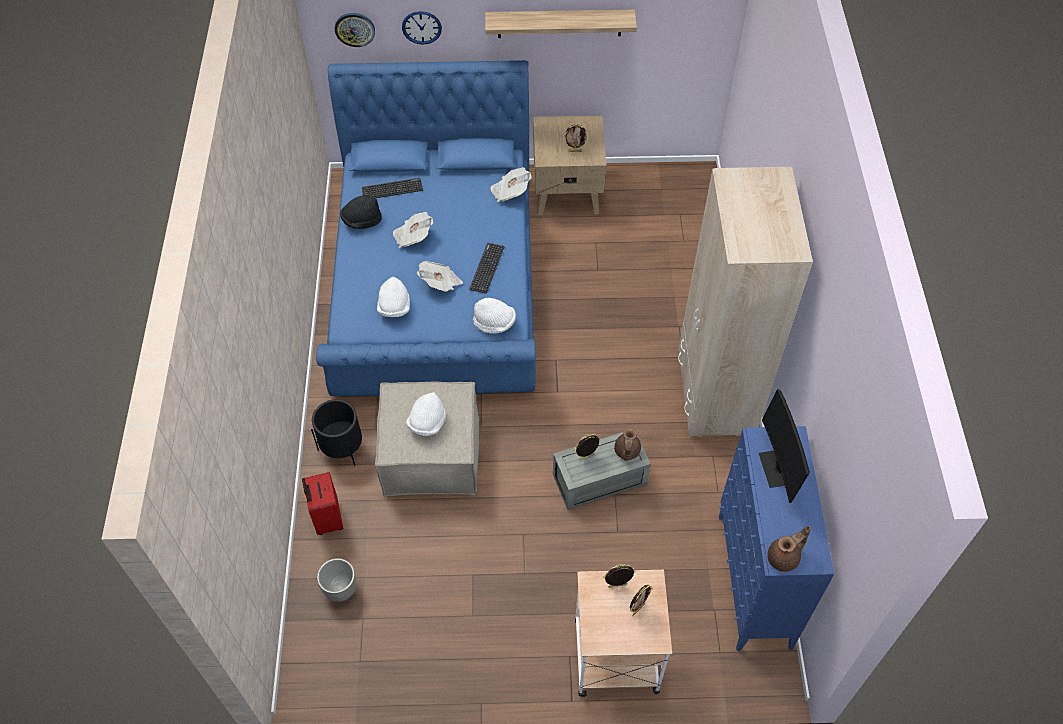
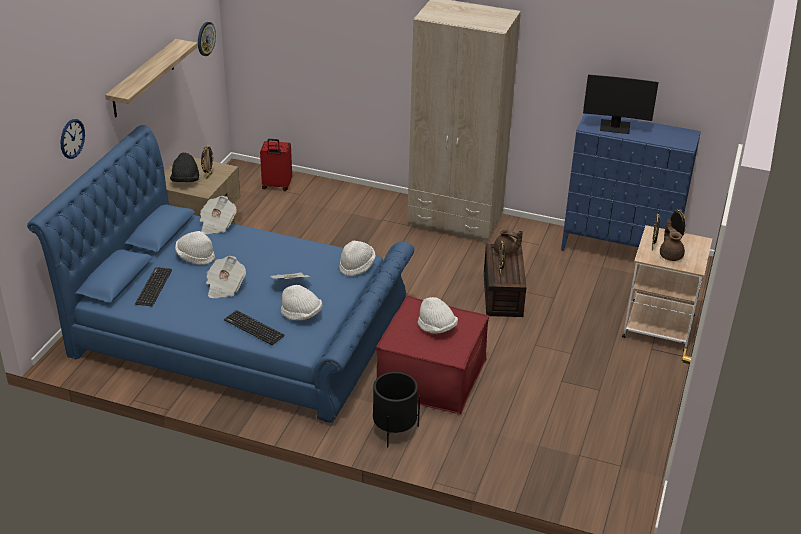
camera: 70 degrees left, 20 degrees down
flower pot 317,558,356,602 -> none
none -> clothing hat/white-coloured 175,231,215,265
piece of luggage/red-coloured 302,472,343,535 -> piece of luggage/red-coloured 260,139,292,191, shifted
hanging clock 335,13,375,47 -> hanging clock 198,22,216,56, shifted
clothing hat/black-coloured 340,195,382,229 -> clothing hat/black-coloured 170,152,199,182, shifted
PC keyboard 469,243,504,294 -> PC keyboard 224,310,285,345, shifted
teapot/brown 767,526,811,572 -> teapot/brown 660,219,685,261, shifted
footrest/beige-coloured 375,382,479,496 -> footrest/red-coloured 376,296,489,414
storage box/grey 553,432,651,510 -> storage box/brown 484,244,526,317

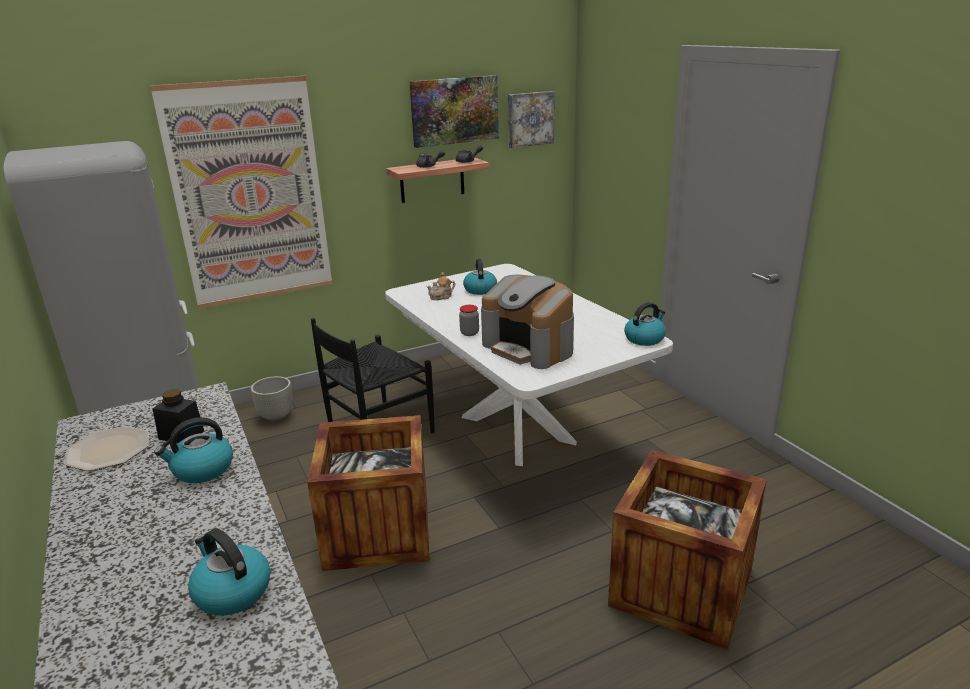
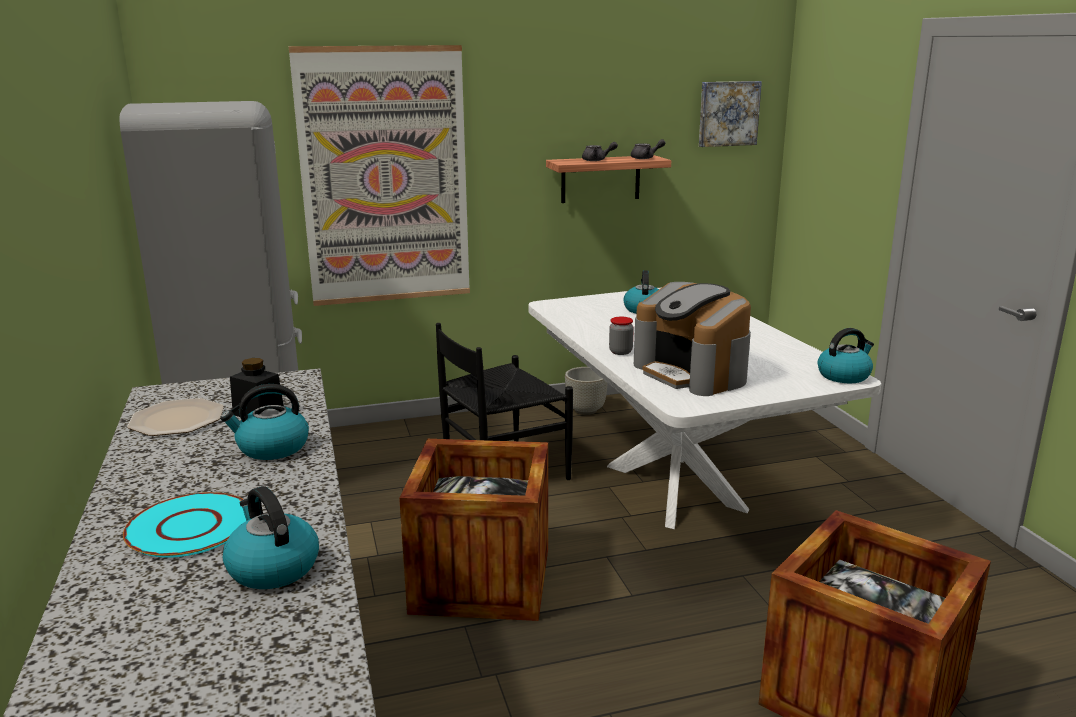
camera: 10 degrees right, 5 degrees down
picture 409,75,499,148 -> none
teapot 427,272,455,300 -> none
none -> plate/turquoise-coloured 123,492,246,558
flower pot/grey 251,376,292,421 -> flower pot/grey 565,367,608,415, shifted

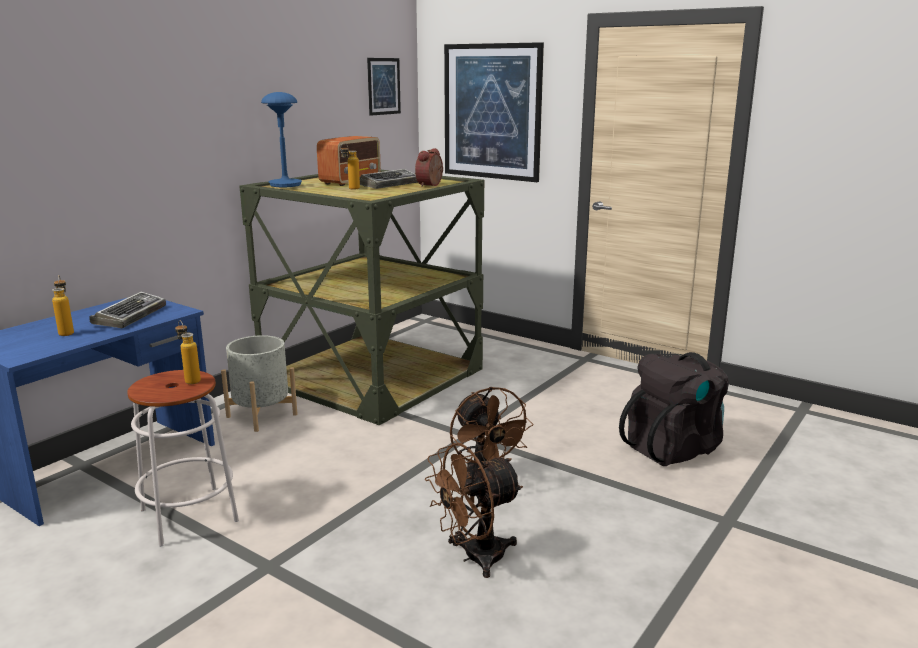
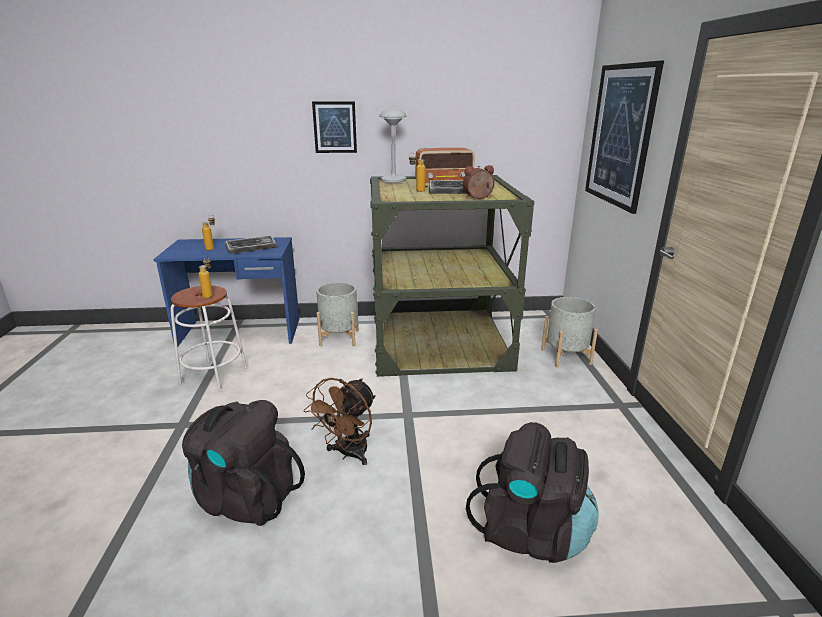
camera: 50 degrees right, 5 degrees up
none -> flower pot/grey 541,297,598,368
picture 367,58,401,116 -> picture 312,101,357,153, shifted
cooling fan/brown 425,443,523,578 -> rucksack/black-coloured 182,400,305,526
lamp for a table/blue-coloured 261,92,302,187 -> lamp for a table/grey 379,108,407,183

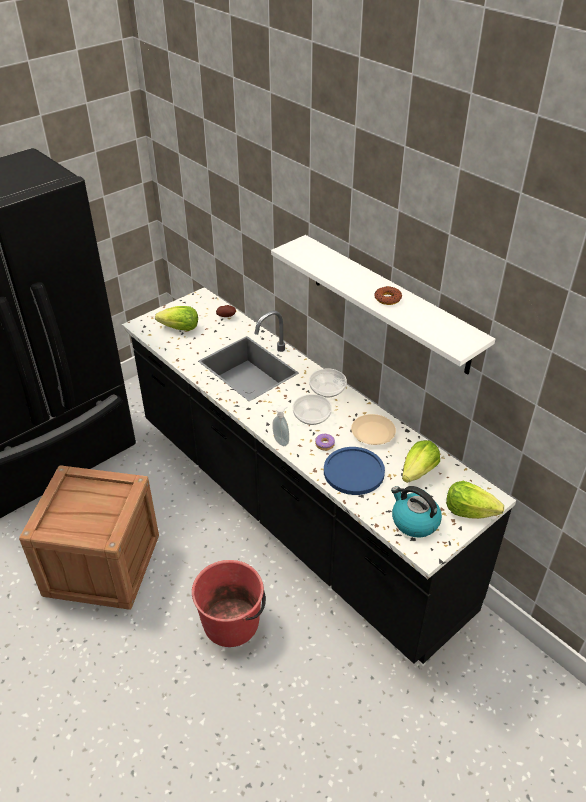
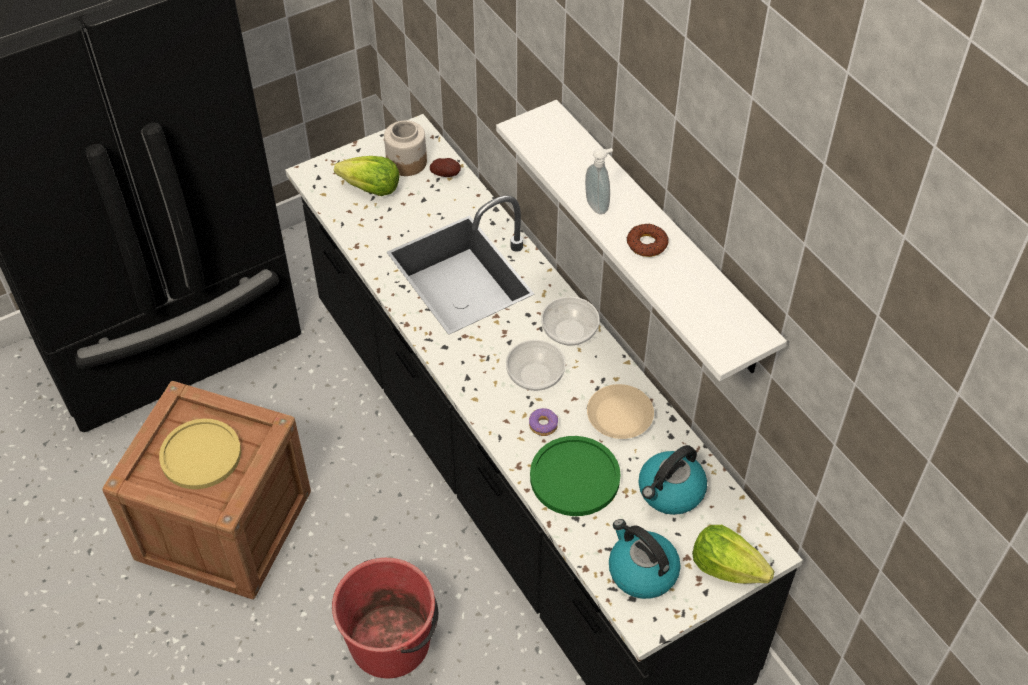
camera: 10 degrees right, 10 degrees up
none -> plate/yellow-coloured 159,419,241,489
none -> storage jar 384,120,427,176
liquid soap bottle 272,406,289,446 -> liquid soap bottle 585,148,613,214, shifted
lettuce 402,440,440,483 -> tea kettle 638,445,707,515
plate/blue-coloured 324,447,385,495 -> plate/greenish 530,436,621,516

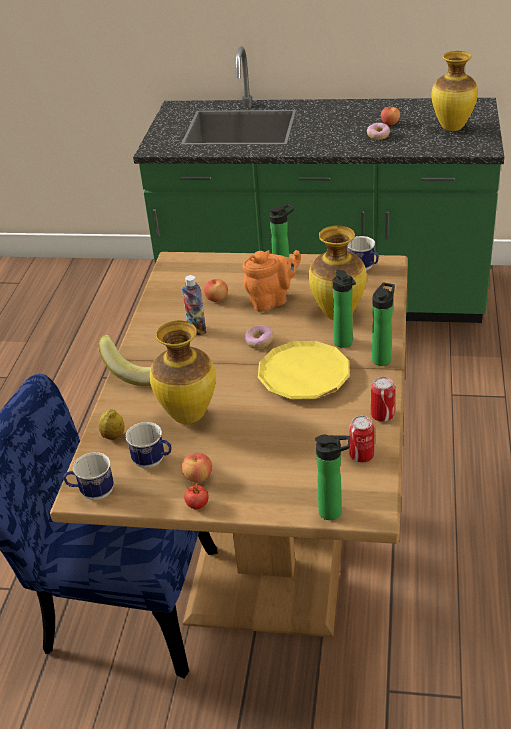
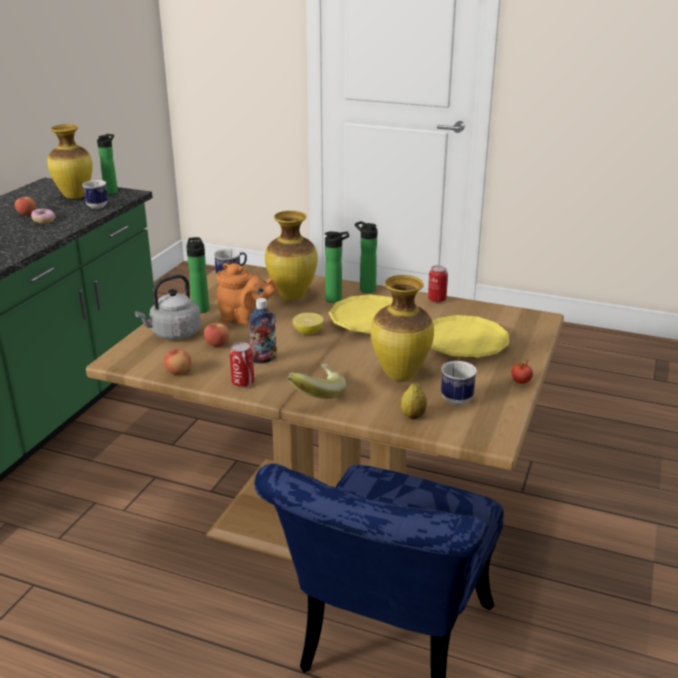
camera: 80 degrees left, 10 degrees down
none -> tea kettle/grey 135,274,201,340
none -> plate/yellow-coloured 431,315,509,358
tea mug 63,452,114,500 -> tea mug 82,180,108,209, shifted
apple 181,453,212,482 -> apple 164,349,191,375, shifted
drink bottle 315,435,350,520 -> drink bottle 97,134,118,195, shifted
metal can 349,416,374,462 -> metal can 230,342,254,387, shifted
ring doughnut 244,325,274,349 -> whole lemon 293,313,323,335
teapot/orange-coloured 242,250,301,312 -> teapot/orange-coloured 216,263,278,325, 120 degrees clockwise

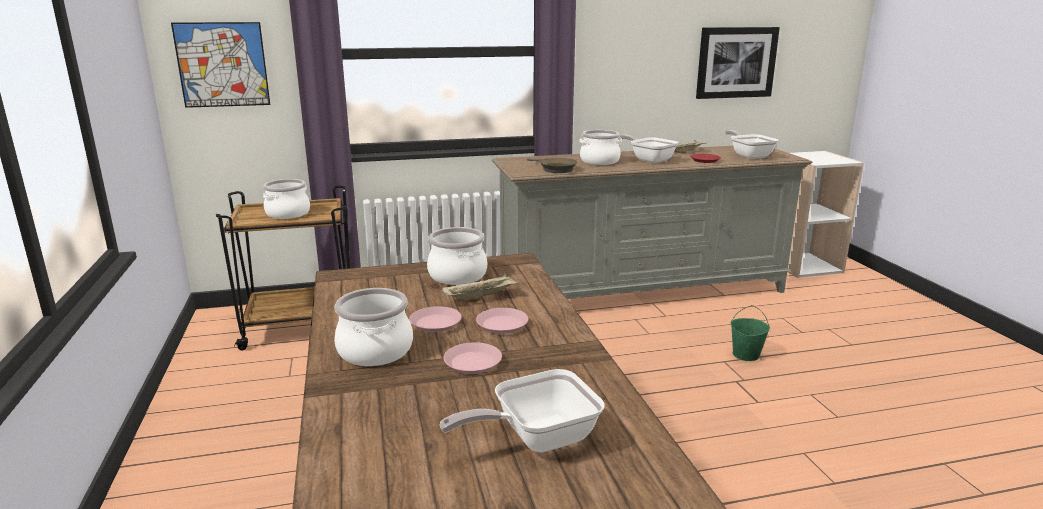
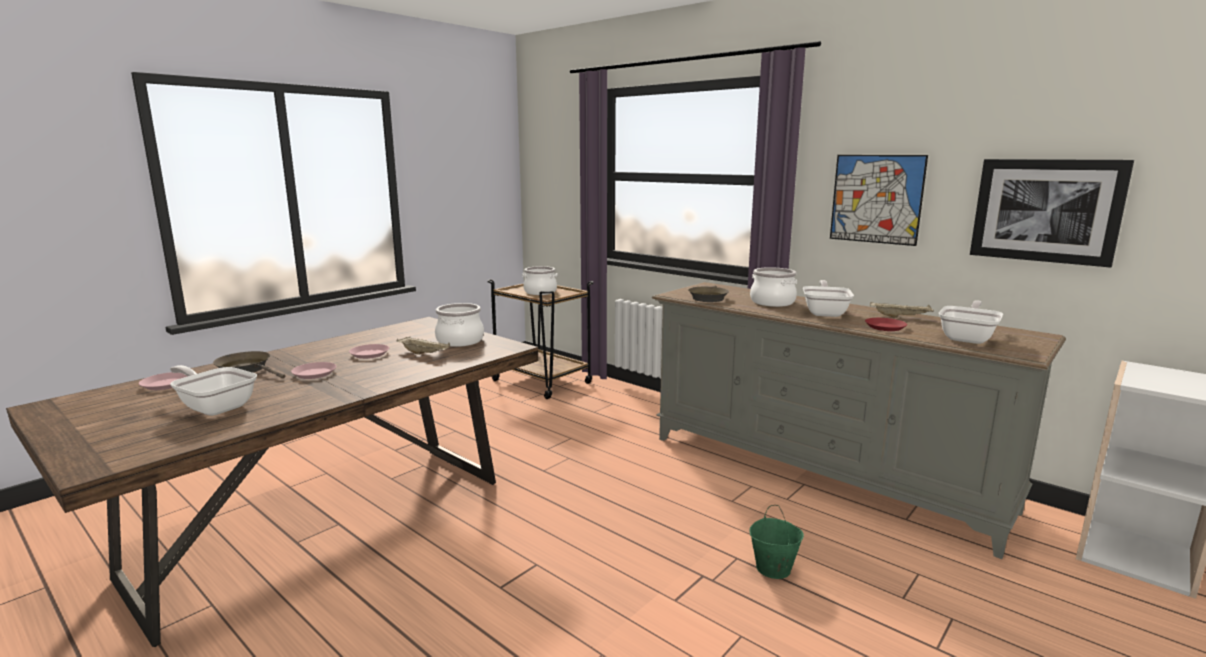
camera: 55 degrees right, 5 degrees down
stockpot 334,288,413,366 -> none
none -> skillet/brown 213,351,285,378
picture 171,22,270,108 -> picture 830,155,928,246, shifted
plate/pink 476,308,528,334 -> plate/pink 139,372,188,390, shifted

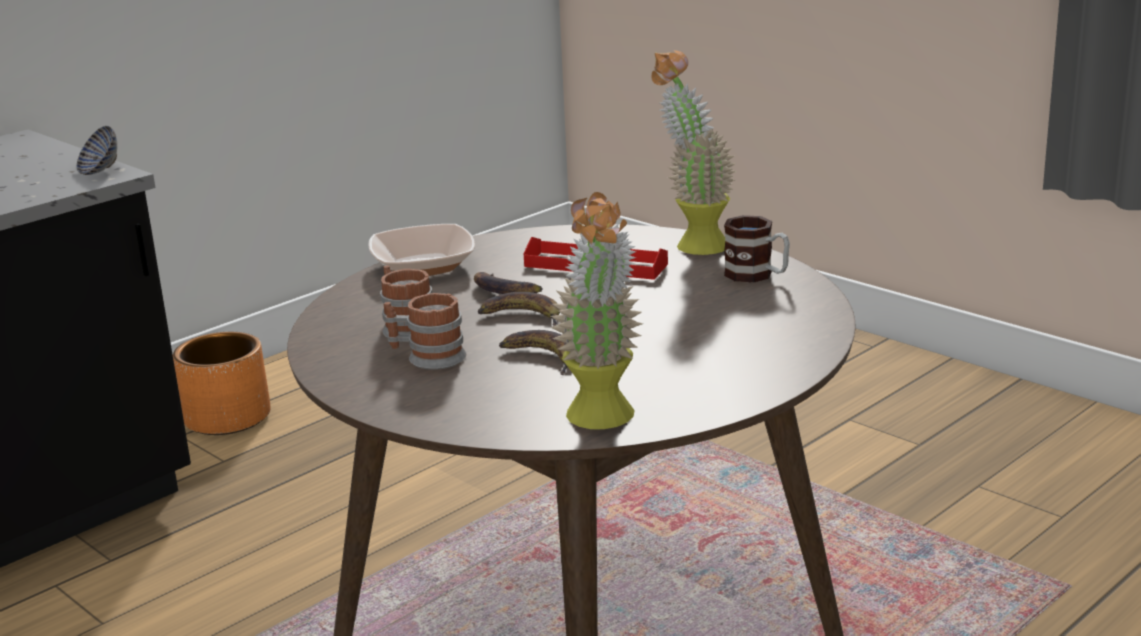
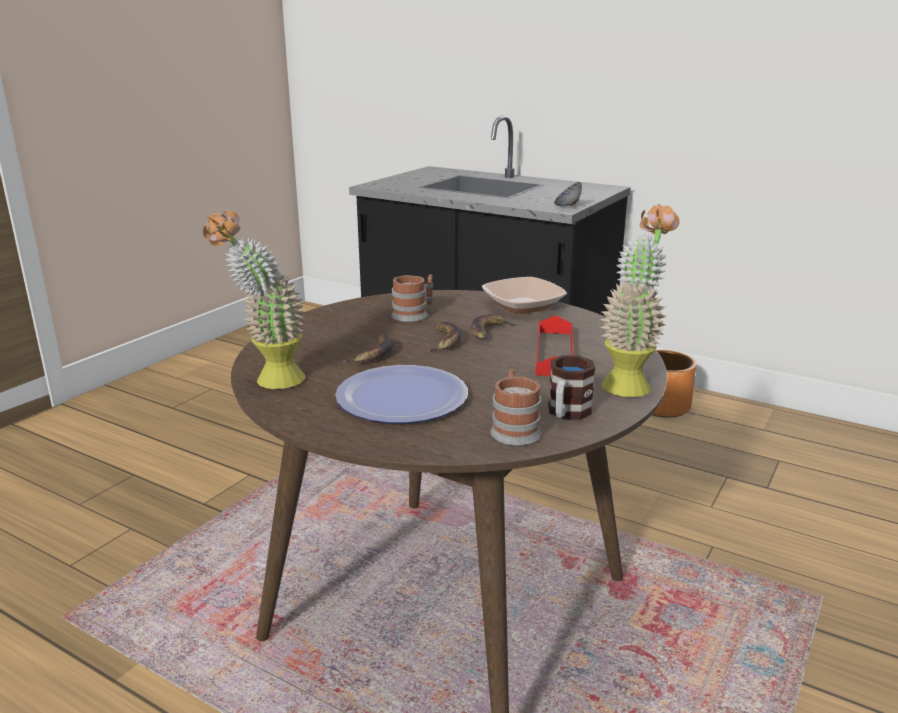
camera: 75 degrees right, 0 degrees up
none -> plate 335,365,468,423
tea mug 384,293,466,370 -> tea mug 490,369,541,446, shifted

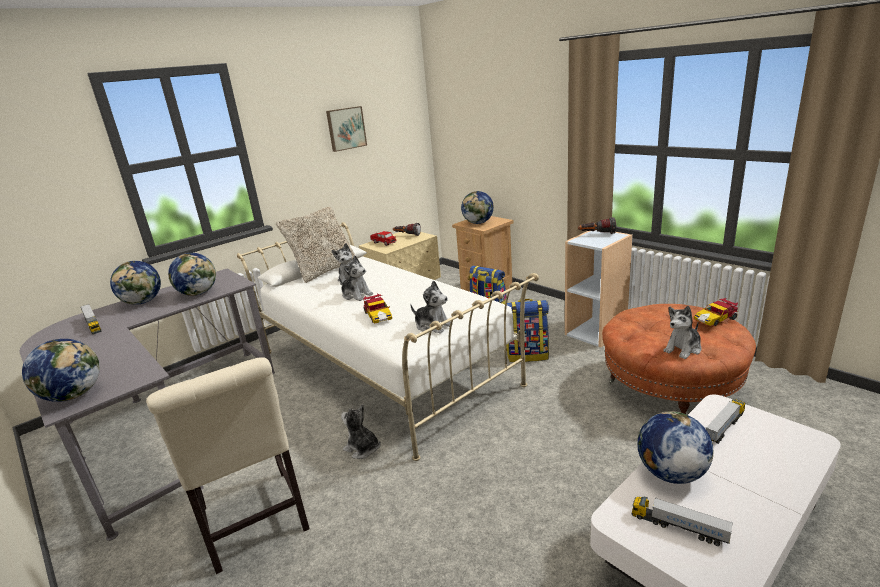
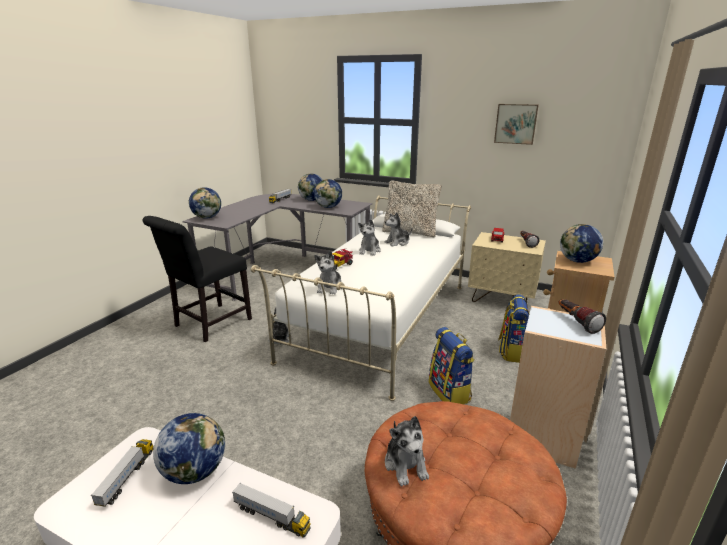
camera: 65 degrees right, 0 degrees up
model car 694,298,738,326 -> none
plain chair/beige-coloured 146,357,310,574 -> plain chair/black-coloured 143,216,252,342
cuddly toy 664,306,702,359 -> cuddly toy 385,416,429,486, 135 degrees counterclockwise

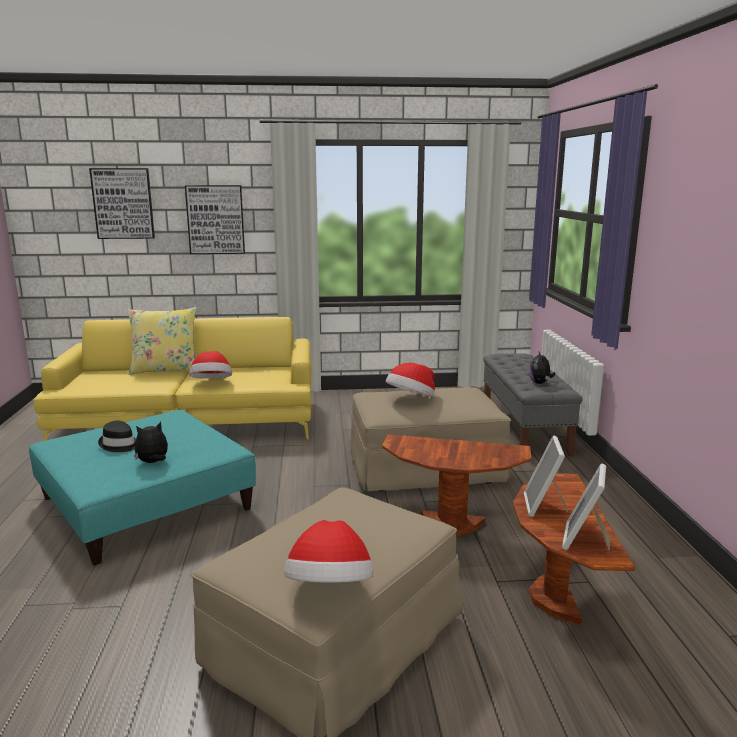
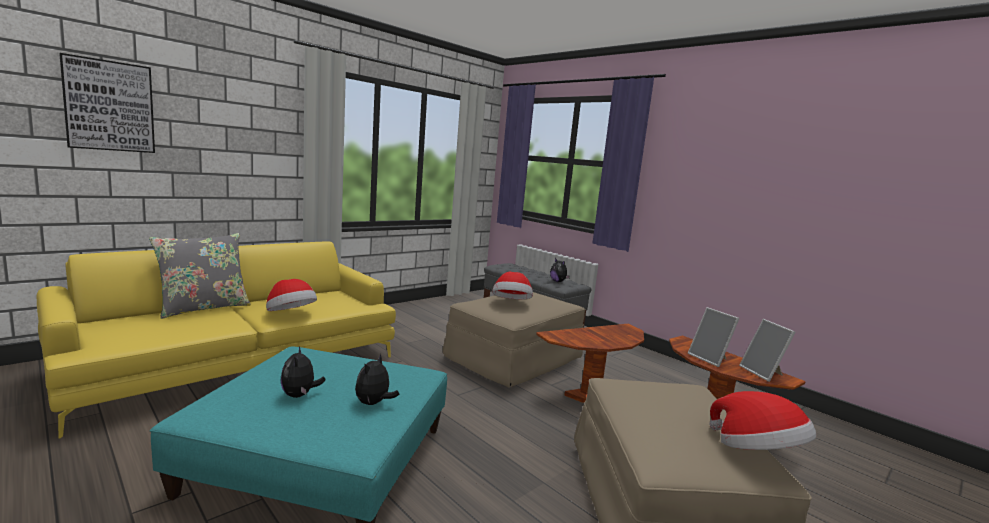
camera: 40 degrees left, 5 degrees down
picture 185,185,245,254 -> none
clothing hat/black-coloured 98,421,136,452 -> cuddly toy 281,347,325,398
cushion/yellow-coloured 127,307,197,375 -> cushion/grey 149,233,251,319

